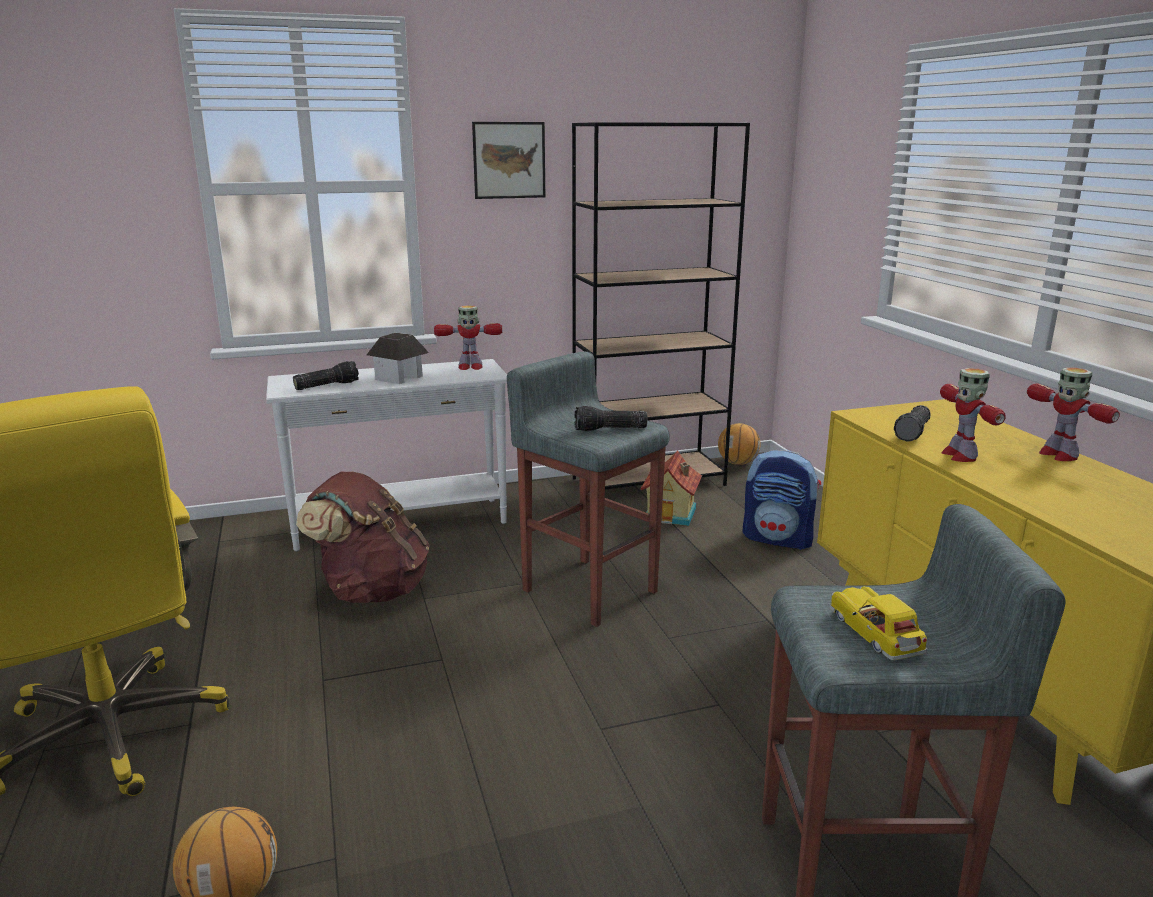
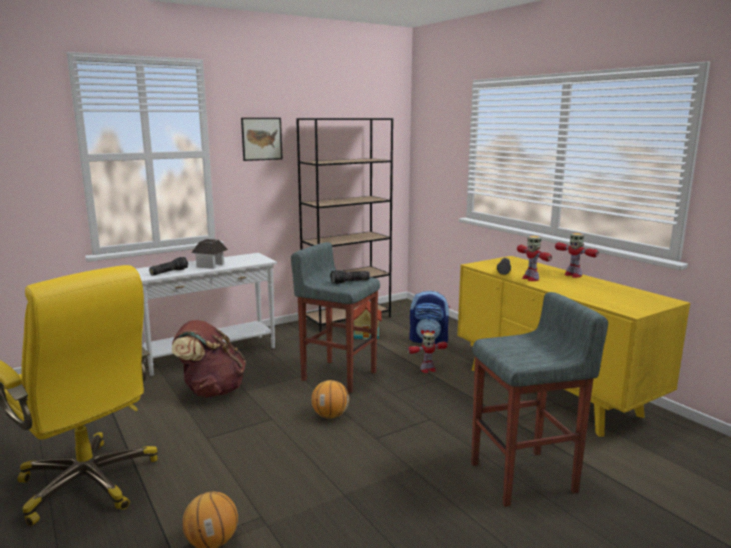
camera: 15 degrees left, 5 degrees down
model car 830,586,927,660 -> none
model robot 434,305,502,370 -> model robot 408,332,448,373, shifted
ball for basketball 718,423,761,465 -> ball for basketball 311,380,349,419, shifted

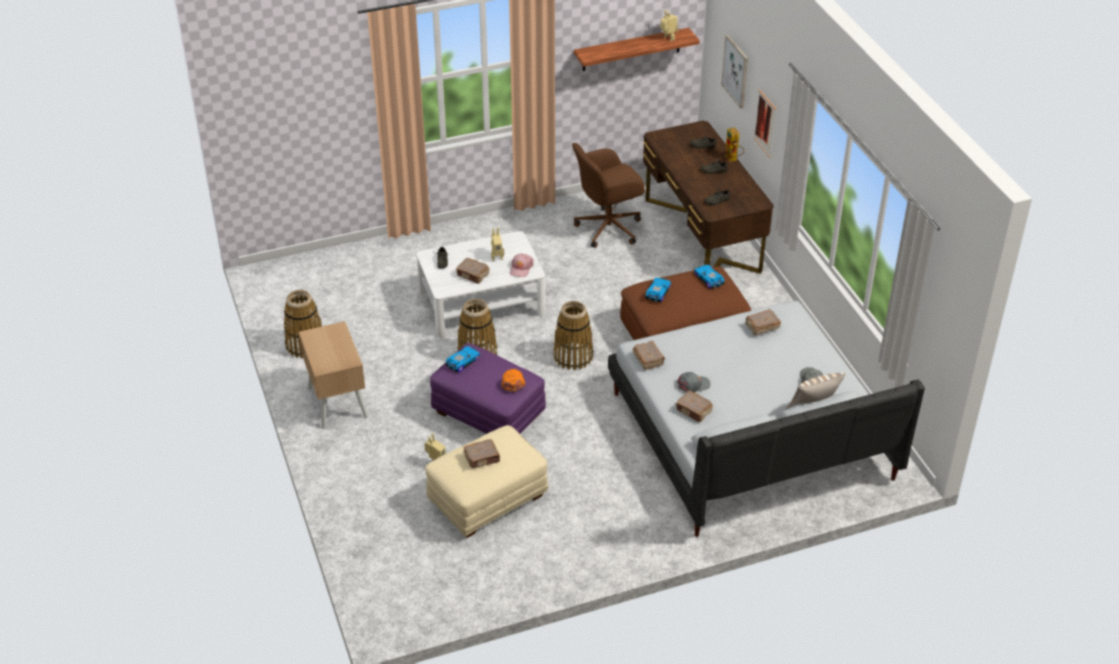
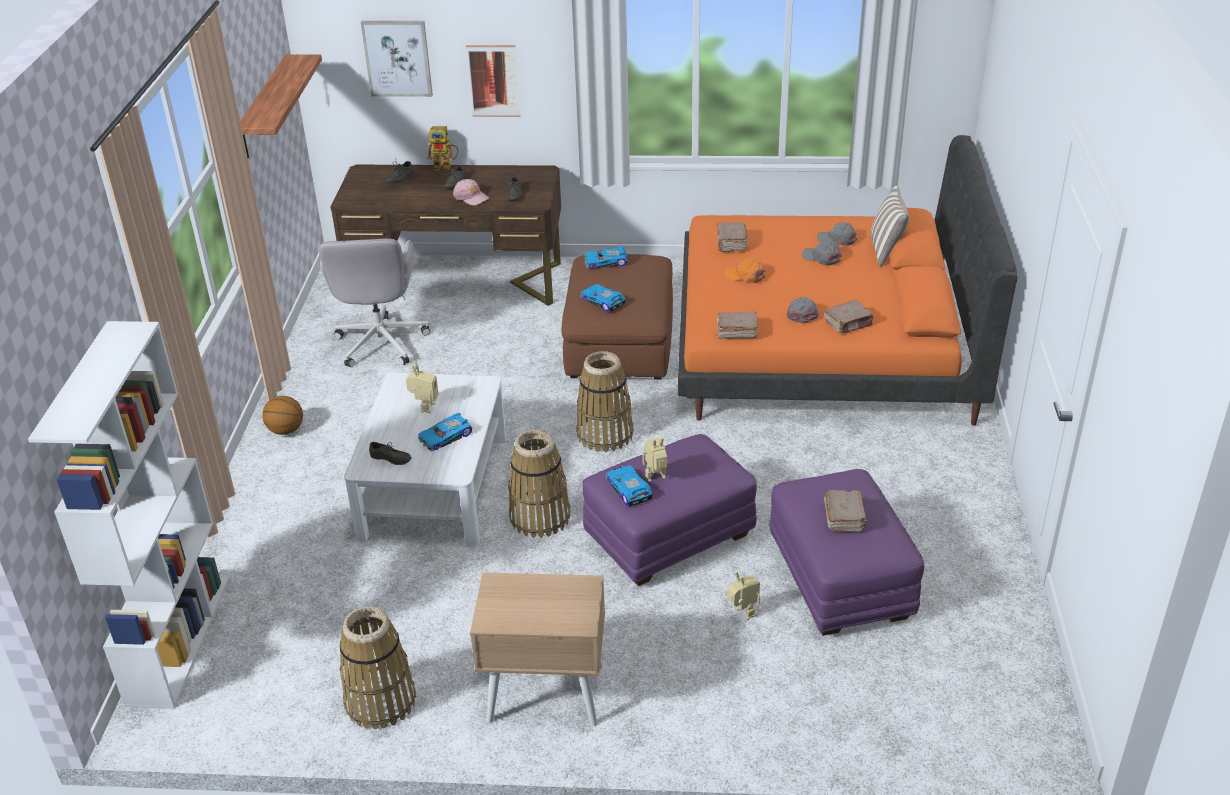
camera: 65 degrees left, 5 degrees down
none -> bookcase/white-coloured 28,321,229,709
none -> ball for basketball 262,396,303,435
none -> cap/grey 802,241,842,266
cap/orange-coloured 501,369,526,392 -> cap/orange-coloured 724,258,765,283, shifted
cap/pink 510,253,534,277 -> cap/pink 453,179,489,206, shifted
model robot 660,10,678,41 -> model robot 642,436,667,482, shifted
bound book/brown 456,258,489,284 -> model car 418,413,472,452
footrest/beige-coloured 426,425,548,538 -> footrest/purple-coloured 769,469,924,636
desk chair/brown 572,143,645,248 -> desk chair/grey 319,239,430,367
sleeping bed/grey 608,301,925,537 -> sleeping bed/orange-coloured 678,135,1018,426

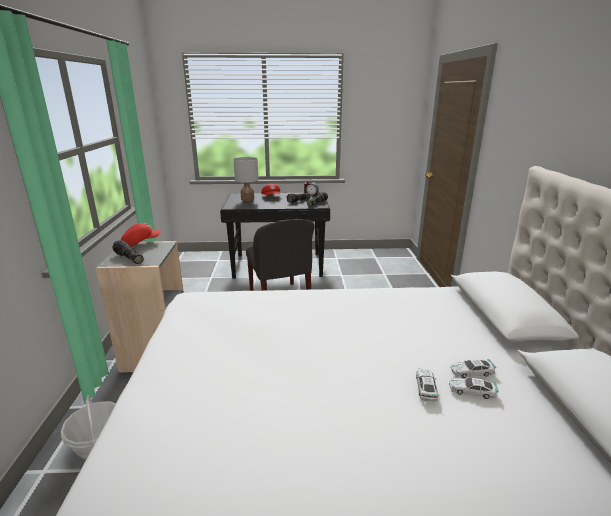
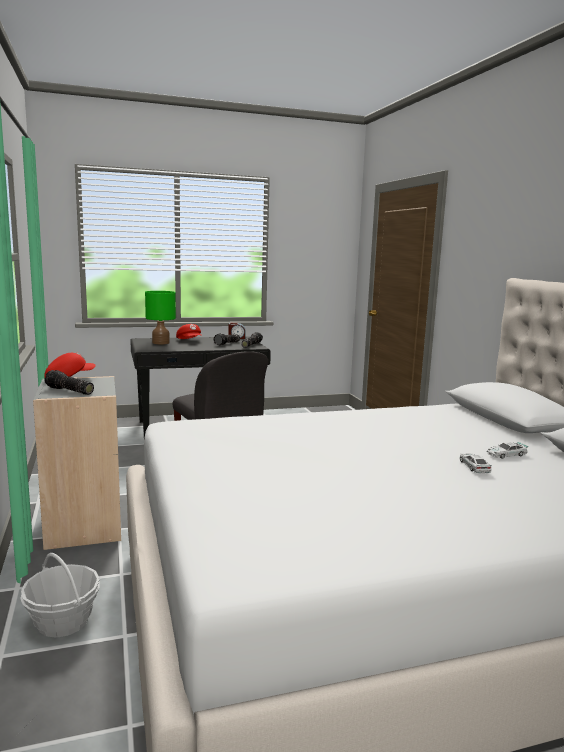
camera: 15 degrees left, 10 degrees down
model car 449,377,499,399 -> none
lamp for a table/grey 233,157,258,201 -> lamp for a table/greenish 145,291,176,345

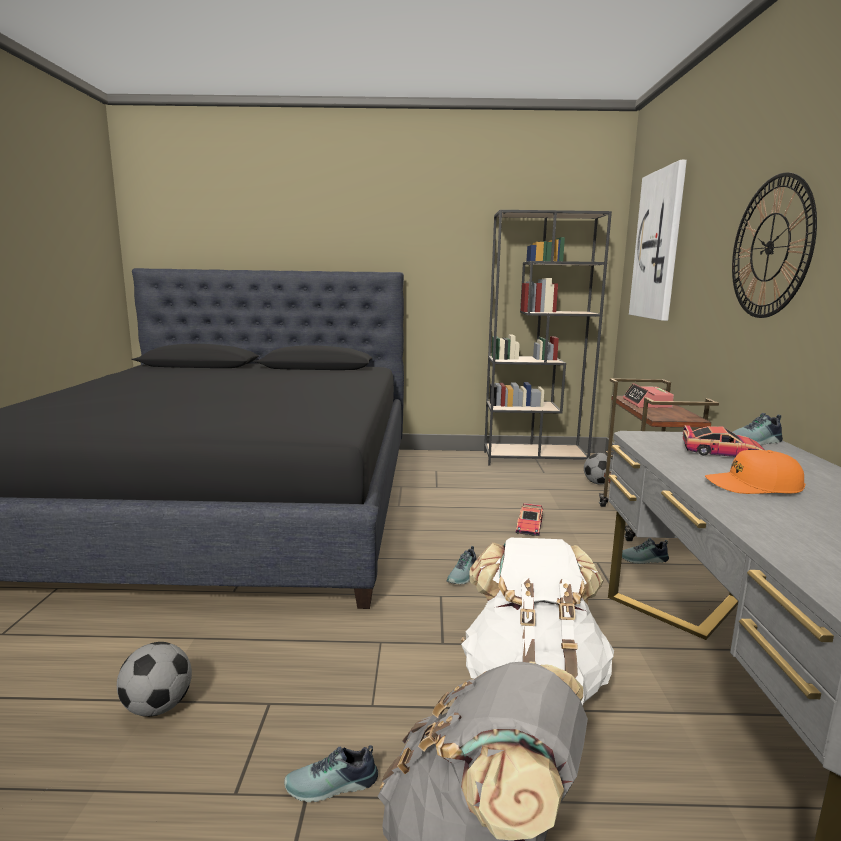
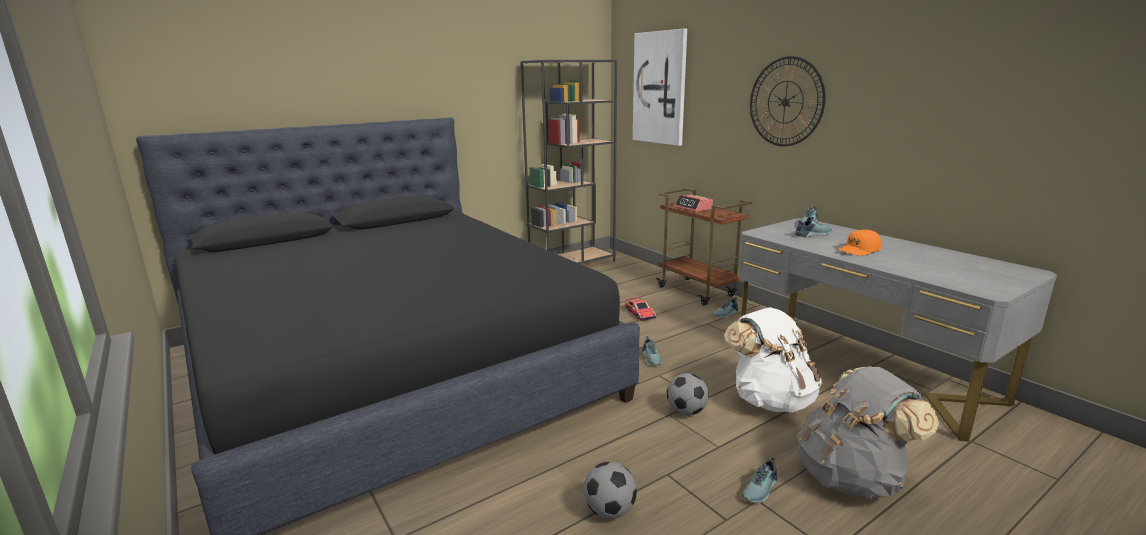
camera: 35 degrees left, 5 degrees up
ball for football 584,453,613,485 -> ball for football 667,373,709,415, shifted
model car 683,425,765,457 -> shoe 795,217,832,237

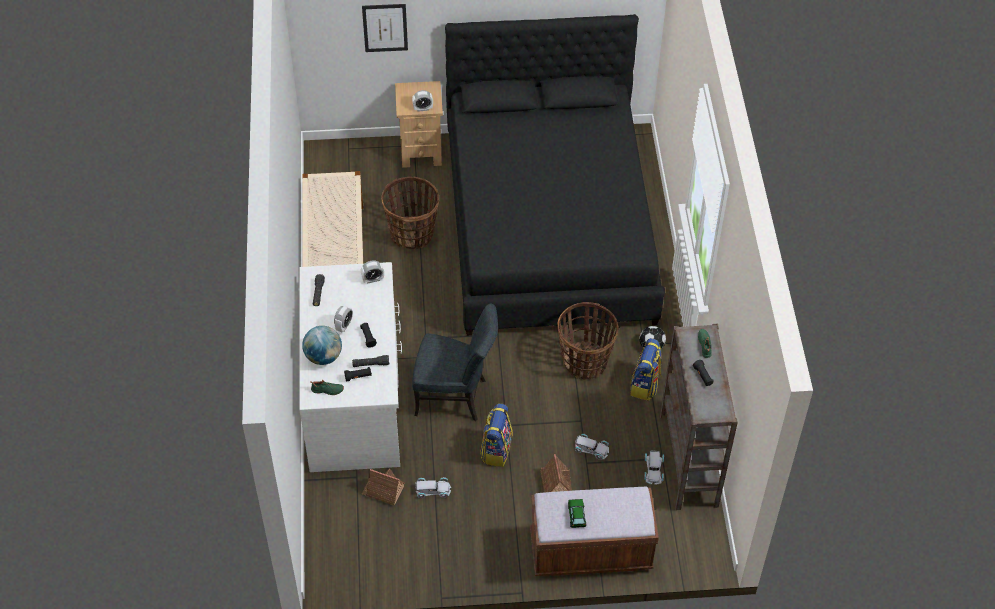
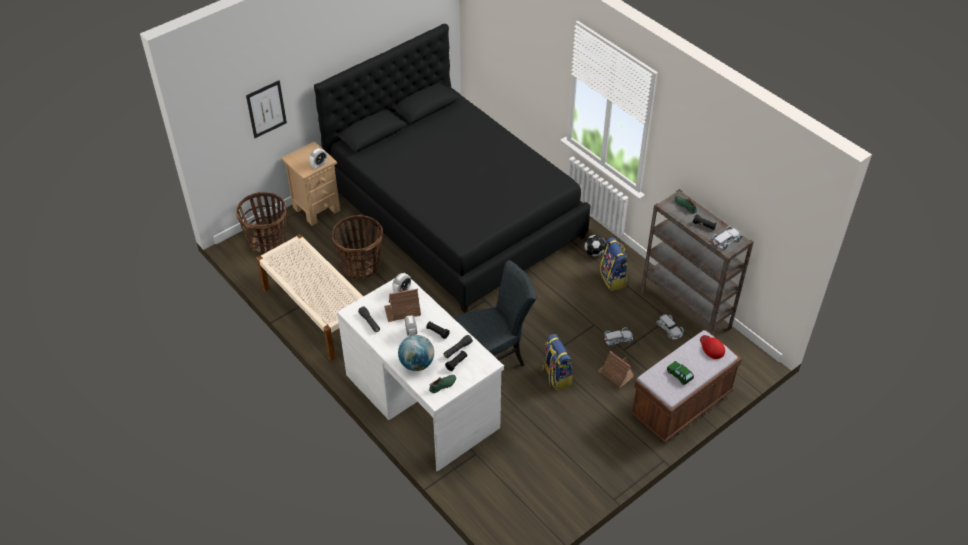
camera: 35 degrees left, 5 degrees down
none -> cap/red-coloured 700,335,725,359
miniature house 362,468,406,505 -> miniature house 384,288,421,322, shifted
model car/white-coloured 415,477,451,498 -> model car/white-coloured 711,226,743,249, shifted
basket 557,302,619,380 -> basket 236,192,286,255, shifted

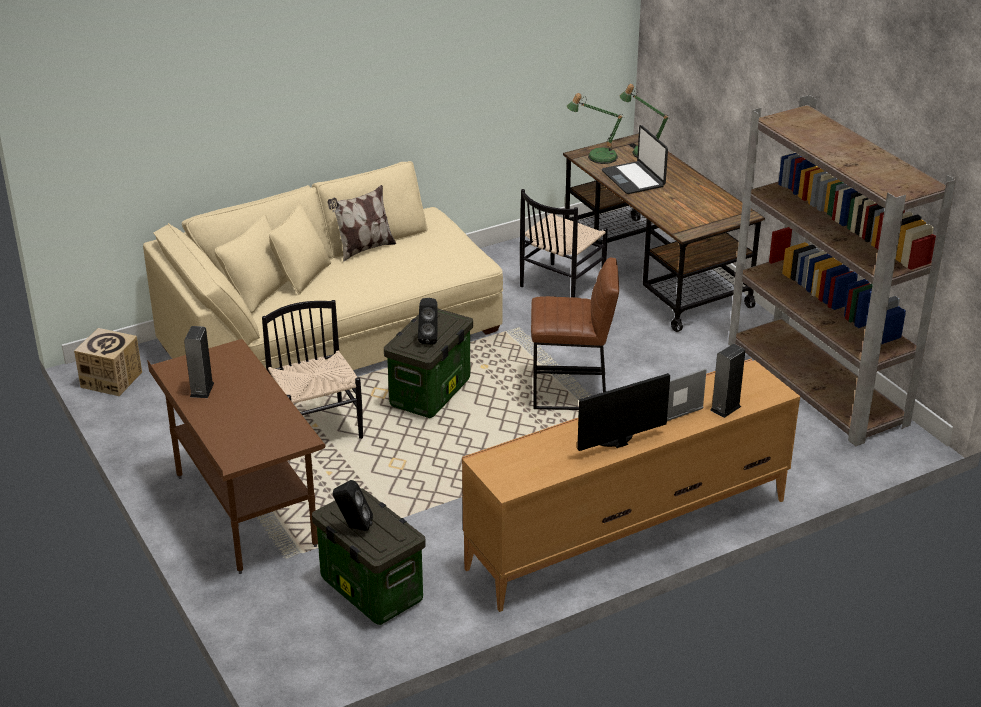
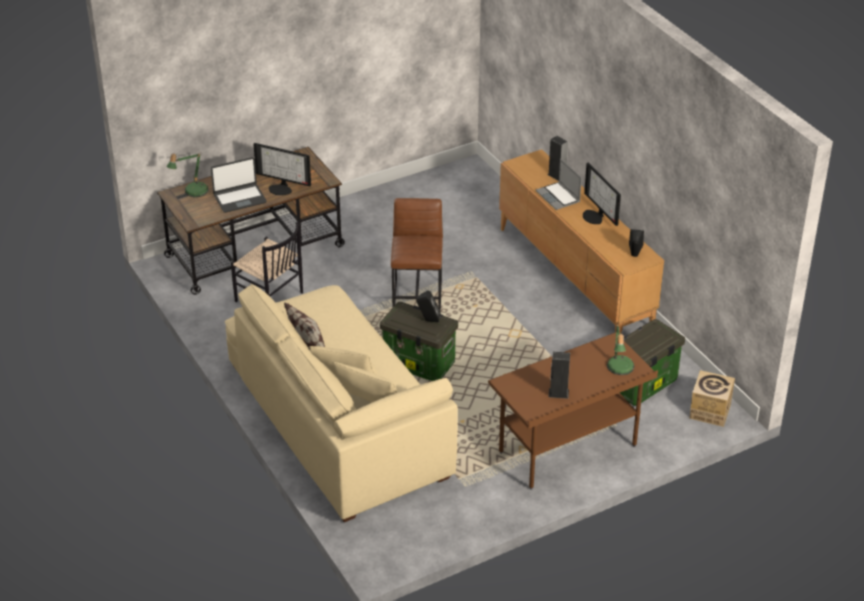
camera: 90 degrees left, 5 degrees up
plain chair/black-coloured 262,300,363,439 -> none
bookcase/brown 728,95,956,446 -> none
none -> monitor 253,143,311,196
carton 74,328,142,396 -> carton 690,370,735,427, shifted
speaker/black-coloured 333,480,373,532 -> speaker/black-coloured 629,229,644,257, shifted
lamp for a table 567,93,625,164 -> lamp for a table 607,323,635,375, shifted

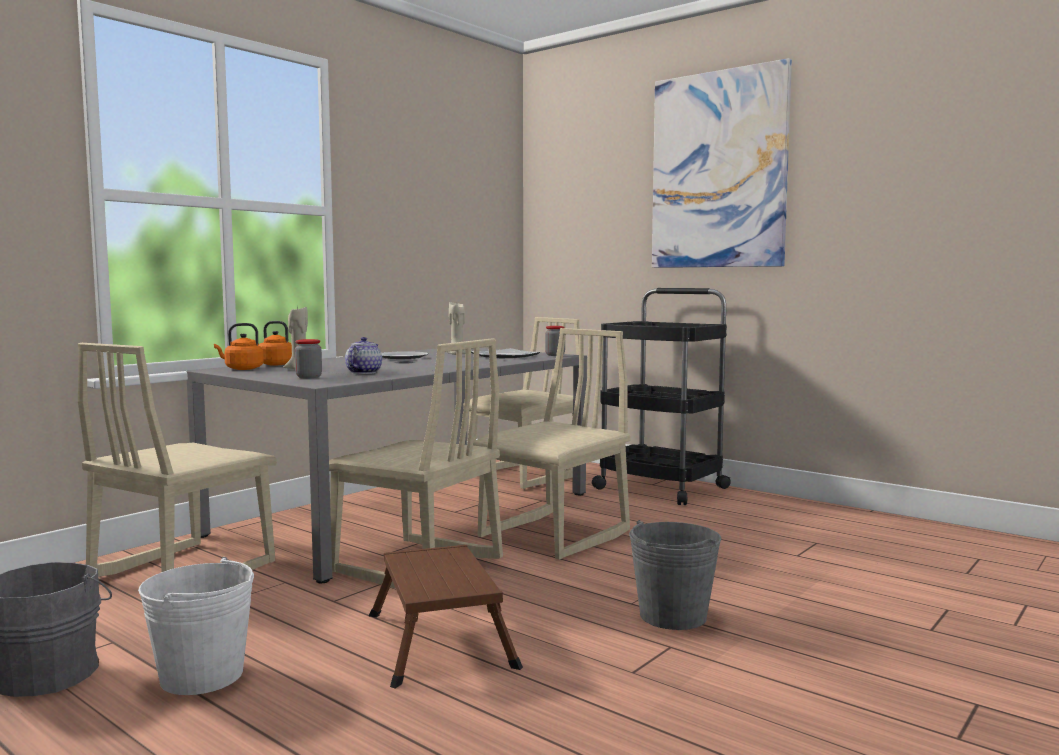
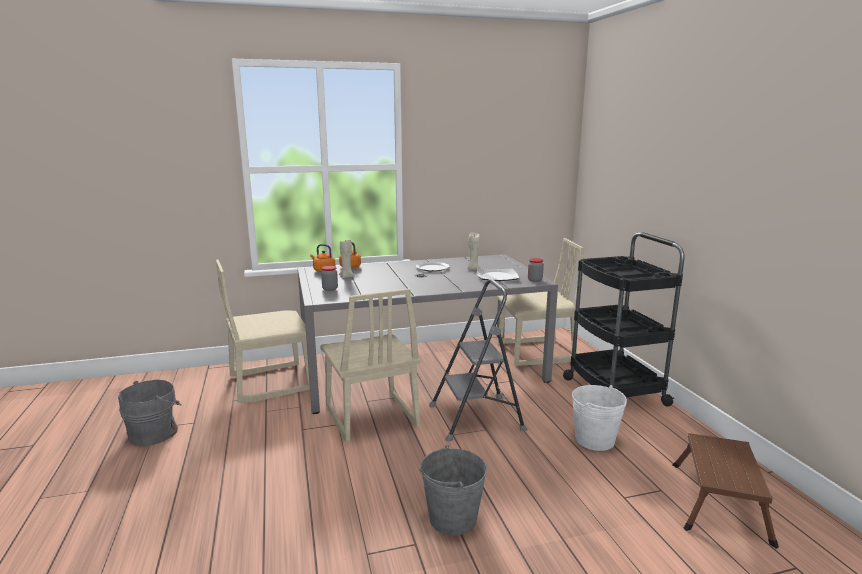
camera: 35 degrees right, 10 degrees up
teapot 345,337,382,374 -> none
picture 652,58,792,268 -> none
bucket/white-coloured 138,557,254,695 -> bucket/white-coloured 572,385,627,451, shifted
step stool/brown 369,545,523,689 -> step stool/brown 672,433,779,549, shifted
plain chair/beige-coloured 473,328,630,560 -> step stool/grey 429,279,528,442

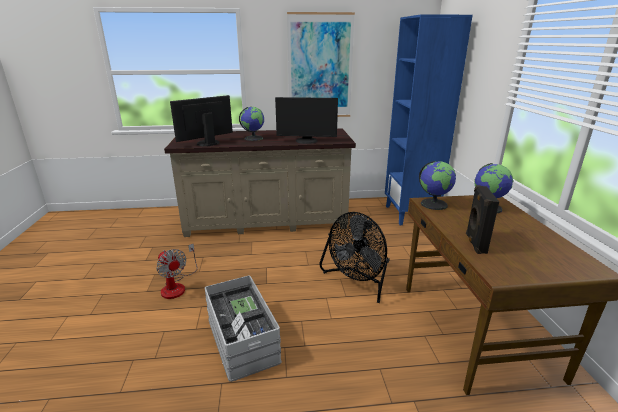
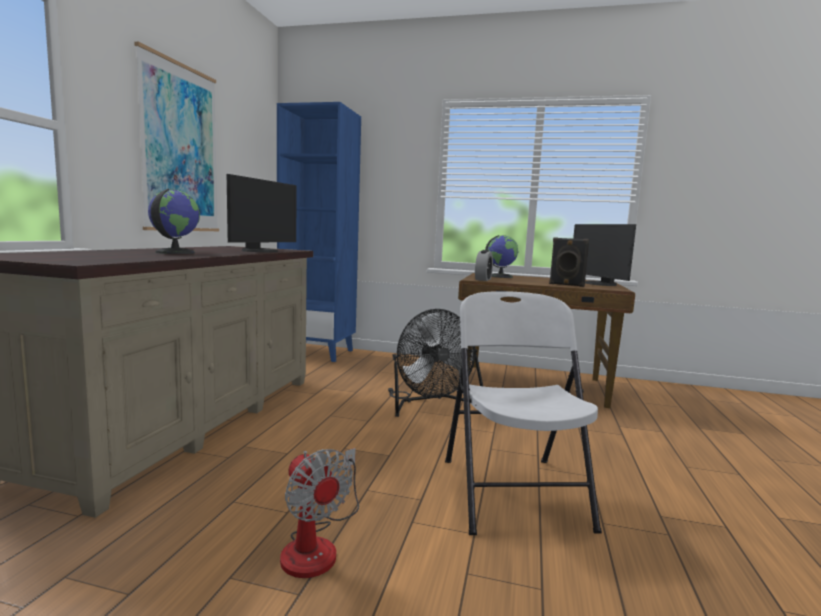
camera: 70 degrees left, 15 degrees down
monitor 170,95,233,146 -> monitor 573,224,636,286, shifted
storage box/grey 205,276,282,382 -> plain chair/white-coloured 445,291,602,535
globe 419,161,456,210 -> table clock 475,250,493,281
cooling fan 156,243,197,299 -> cooling fan 280,448,359,578, 75 degrees clockwise

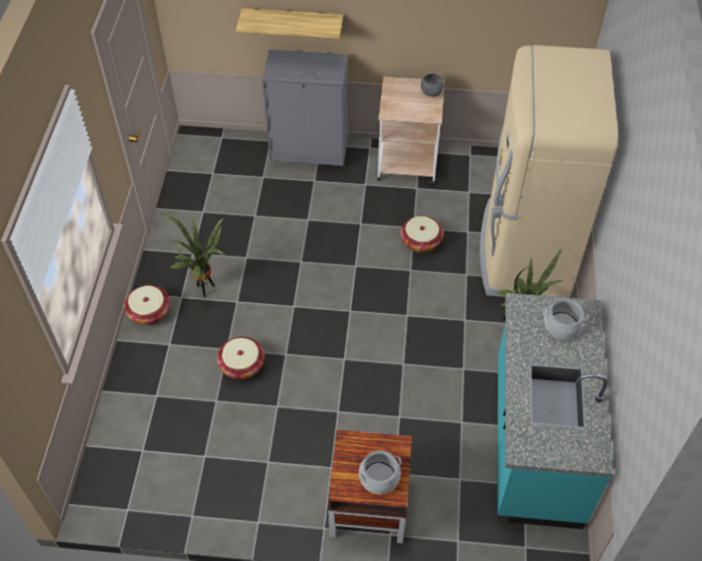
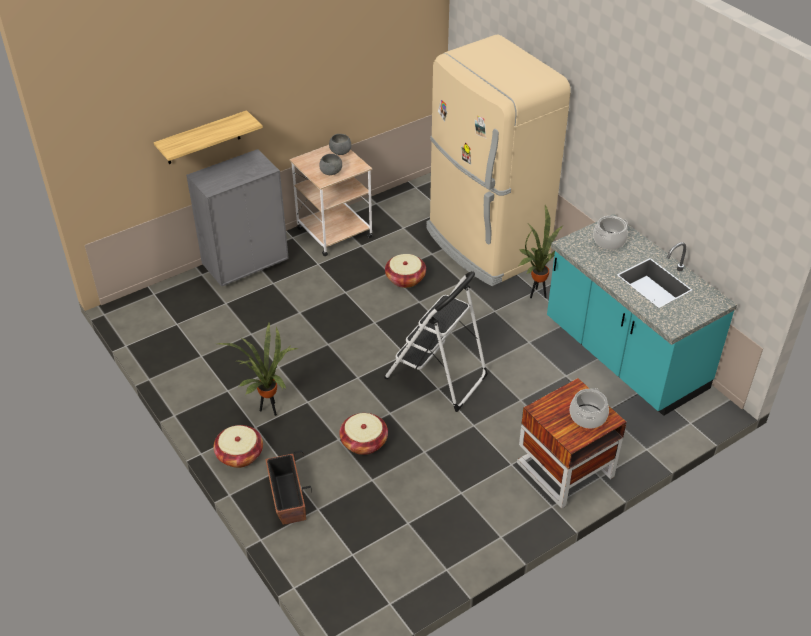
camera: 40 degrees left, 10 degrees down
none -> flower pot 265,450,312,525
none -> bowl/grey 319,154,342,175
none -> step stool 384,271,488,412

